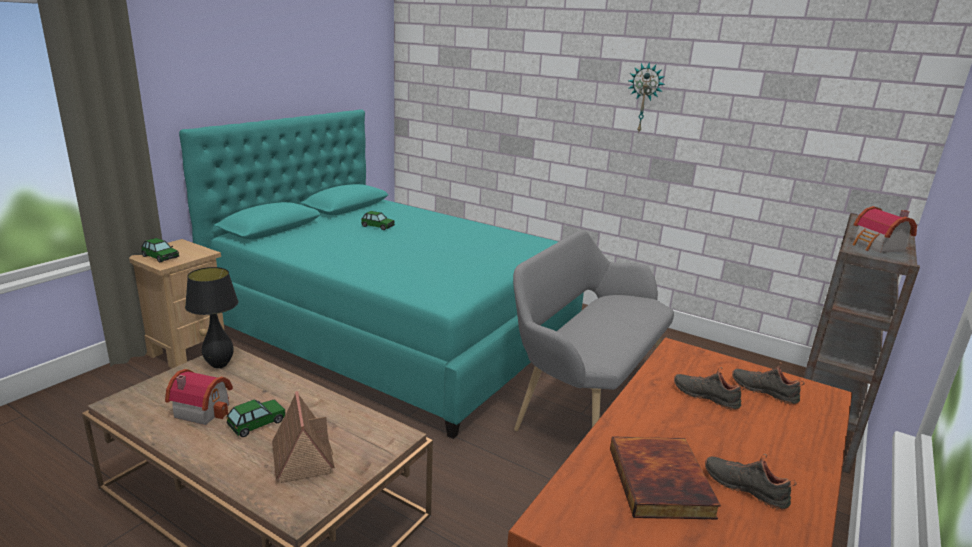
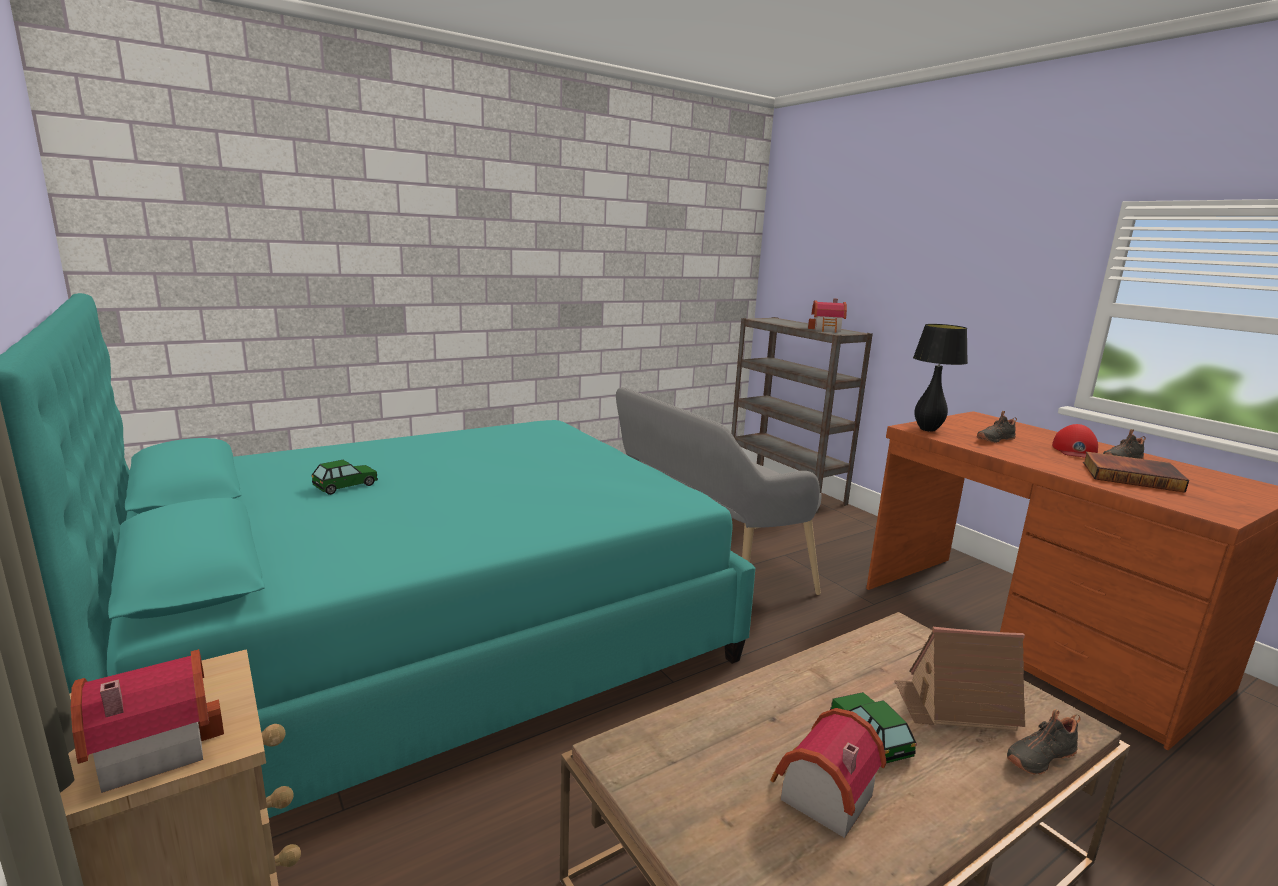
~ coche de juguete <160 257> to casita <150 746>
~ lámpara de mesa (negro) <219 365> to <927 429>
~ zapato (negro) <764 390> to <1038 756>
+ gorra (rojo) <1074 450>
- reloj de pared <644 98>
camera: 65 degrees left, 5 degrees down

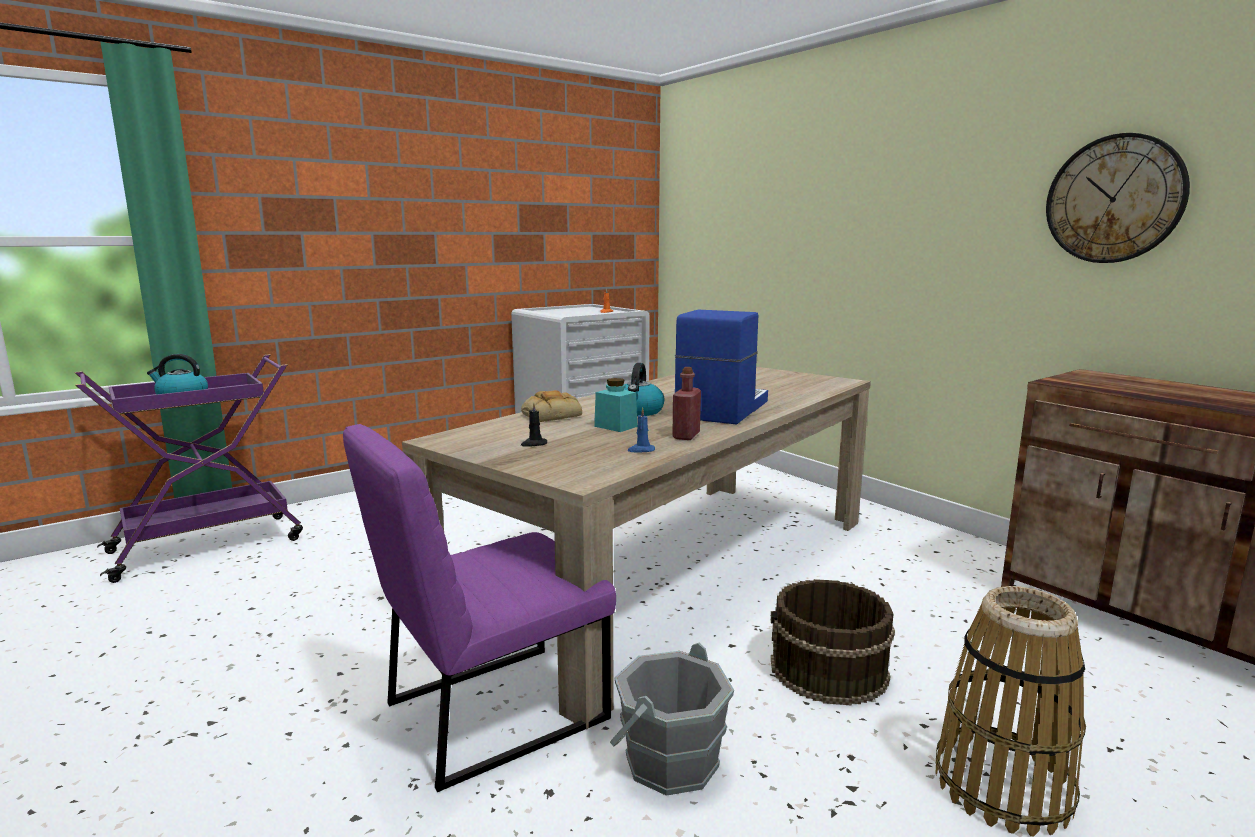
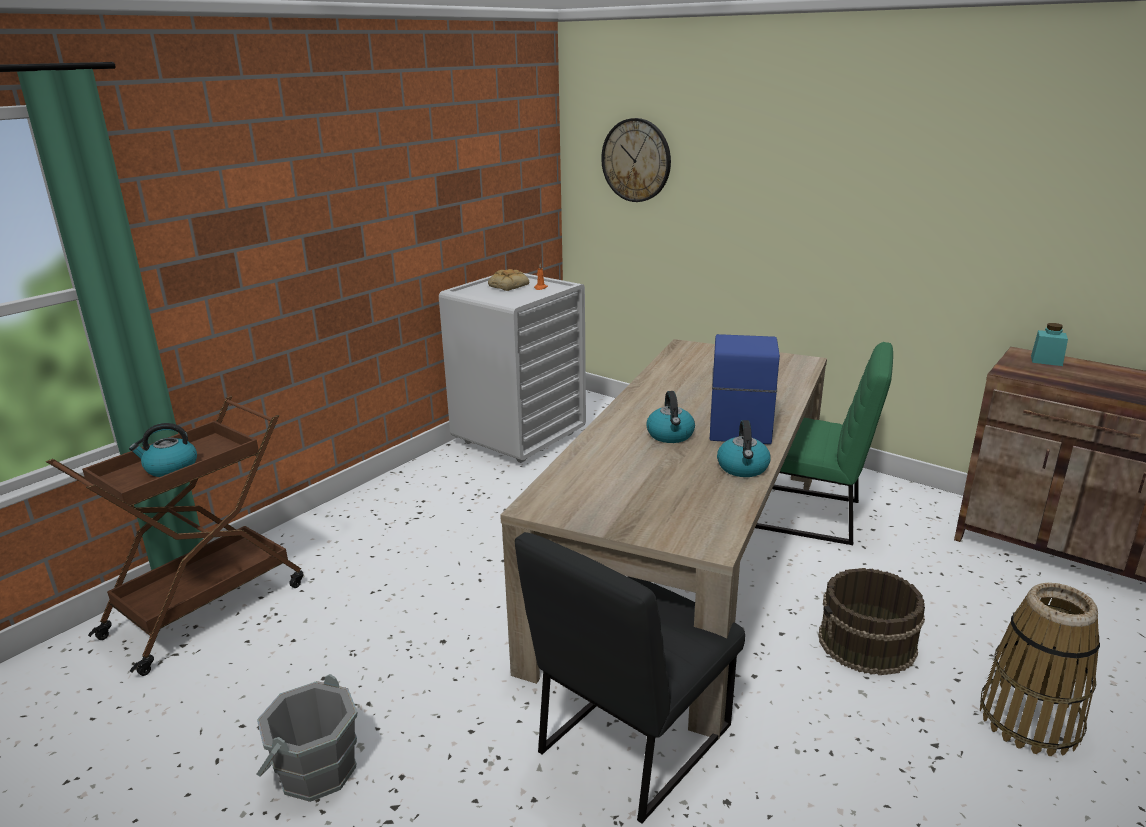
~ carrito (morado) <208 546> to carrito (marrón) <207 610>
~ cubo (gris) <669 760> to <316 770>
~ pan <552 415> to <508 285>
~ silla (morado) <490 712> to silla (negro) <631 741>
~ reloj de pared <1114 199> to <636 160>
~ botella (rojo) <686 436> to hervidor <743 468>
+ silla (verde) <805 514>
~ tarro (turquesa) <615 426> to <1046 360>
- vela (negro) <533 444>
- vela (azul) <641 450>
camera: 15 degrees left, 10 degrees up

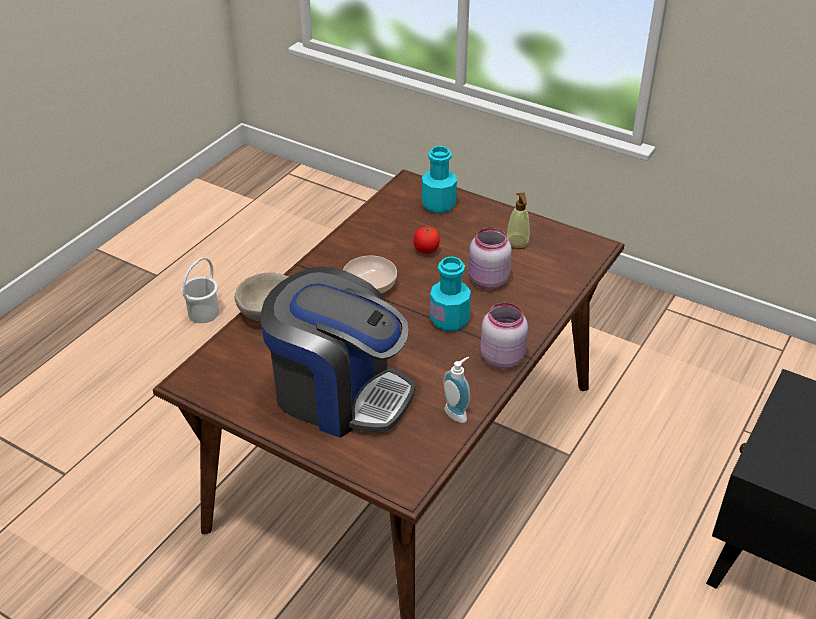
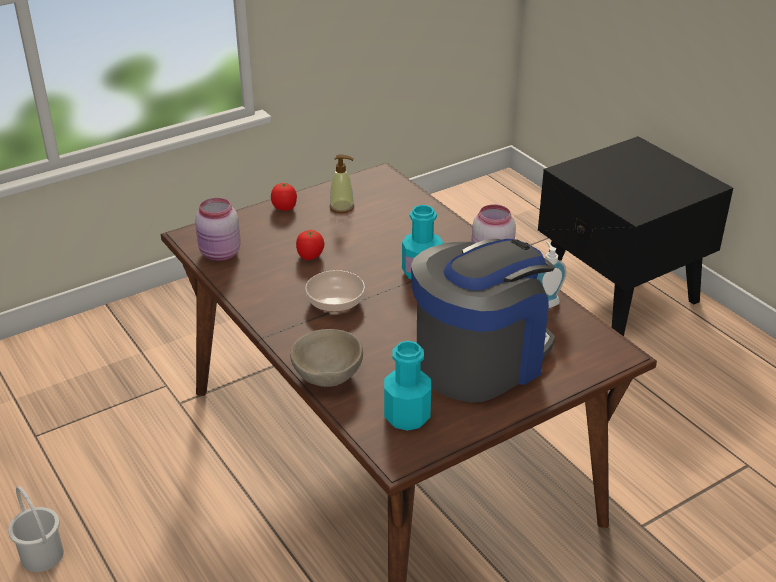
~ tarro (rosa) <487 281> to <220 254>
+ tomate <285 207>
~ botella (turquesa) <438 205> to <407 416>
camera: 65 degrees left, 5 degrees down

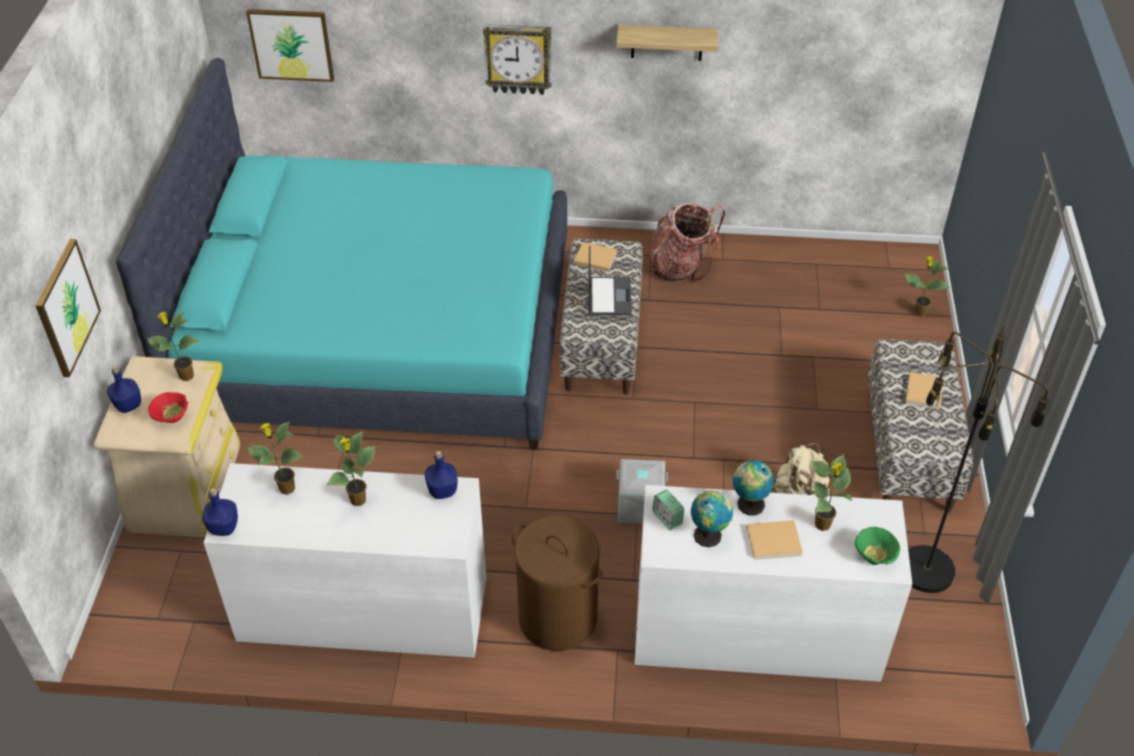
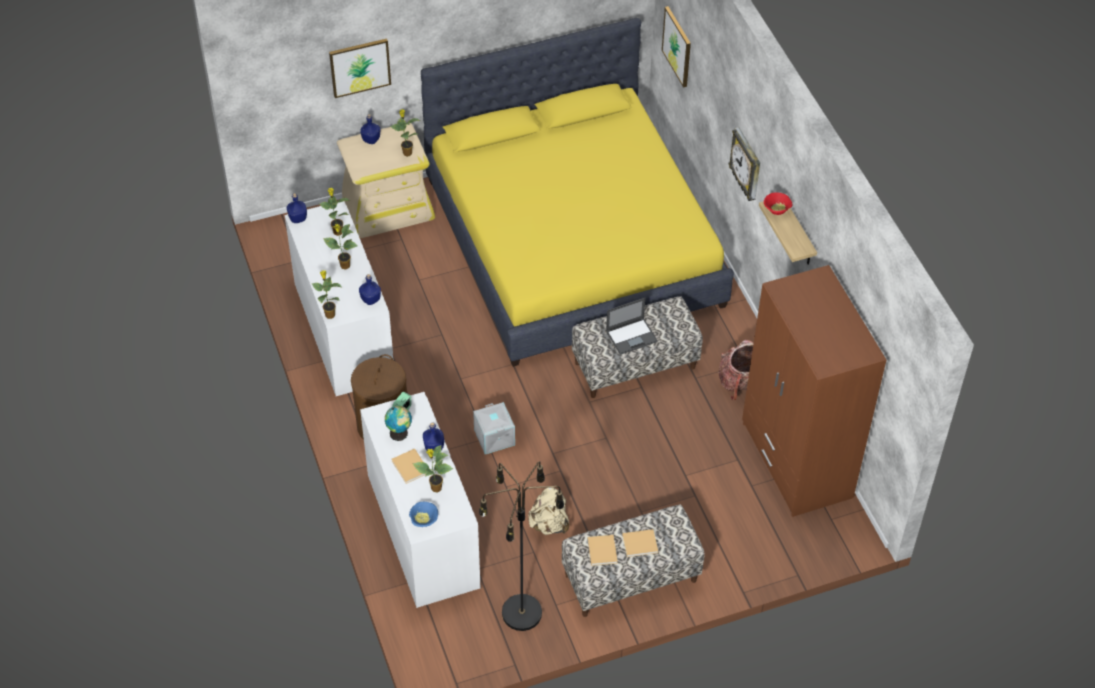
~ planta en maceta <919 313> to <329 314>
~ cuenco (verde) <875 555> to cuenco (azul) <424 520>
~ cama (turquesa) <379 329> to cama (amarillo) <573 241>
~ globo terráqueo <748 504> to botella (azul) <433 446>
~ libro (beis) <594 258> to <602 550>
+ armario ropero (marrón) <796 461>
~ cuenco (rojo) <171 416> to <777 209>
camera: 65 degrees right, 5 degrees up

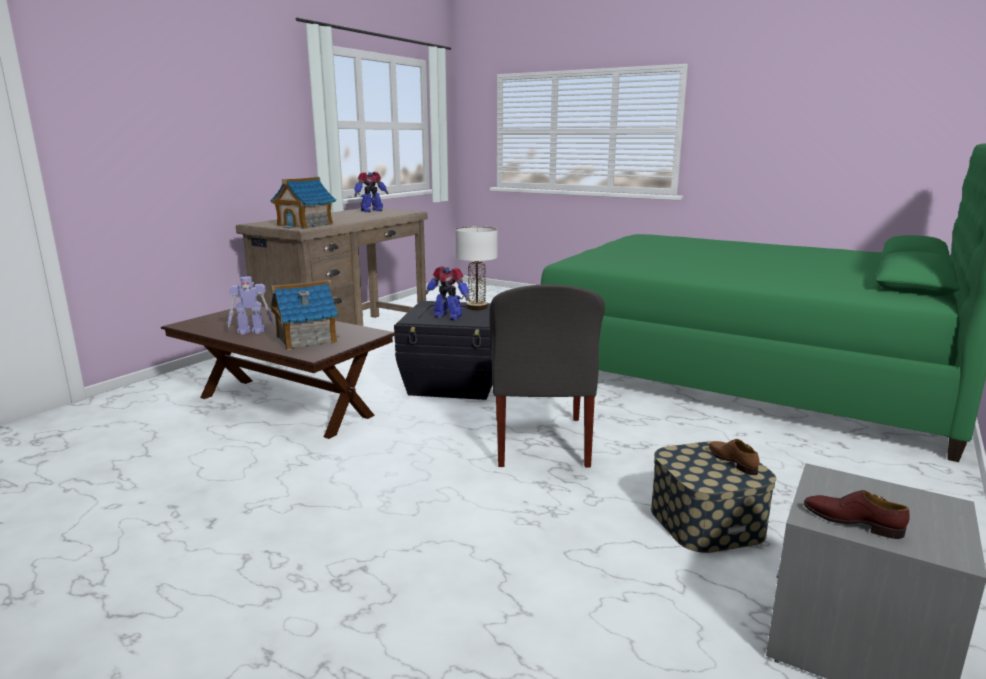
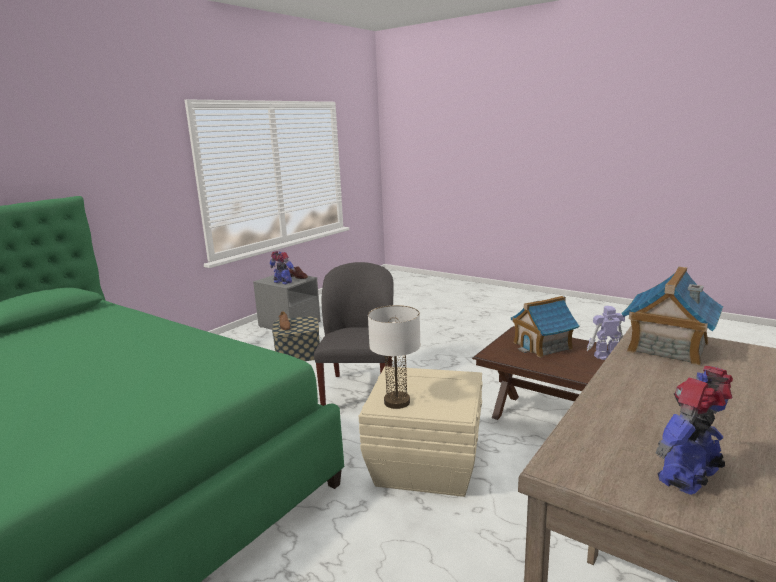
~ robot de juguete <448 316> to <282 282>
~ caja de almacenaje (negro) <455 383> to caja de almacenaje (beis) <425 463>
camera: 175 degrees left, 0 degrees up

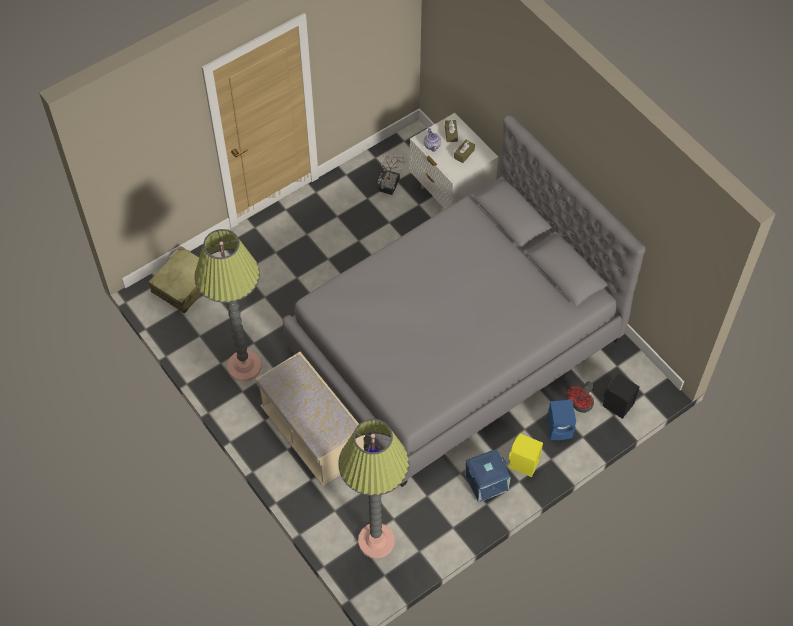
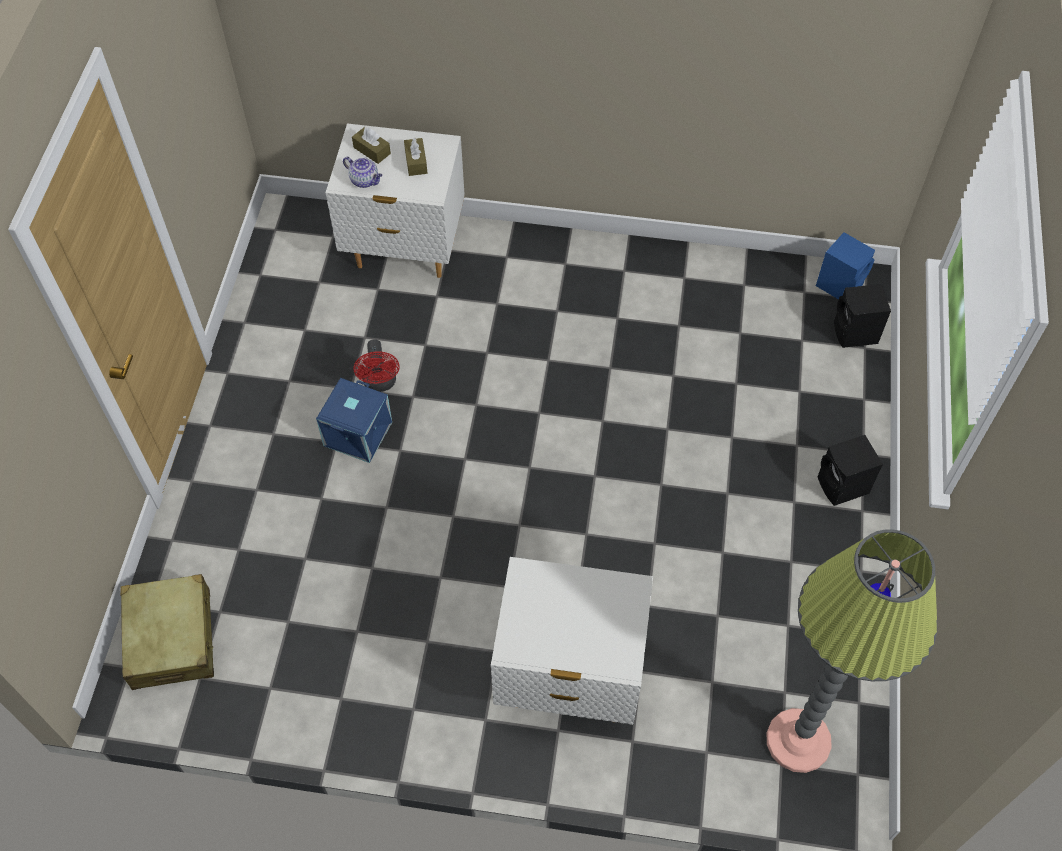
~ caja de almacenaje (azul) <486 483> to <358 434>
~ ventilador (rojo) <580 406> to <380 384>
~ banco (beis) <313 435> to mesita de noche (blanco) <569 680>
~ altavoz (azul) <560 428> to <840 284>
~ altavoz (amarillo) <523 464> to altavoz (negro) <843 487>
- lámpara de pie <244 366>
- cama (gris) <455 343>
- planta en maceta <390 182>
camera: 45 degrees left, 0 degrees up

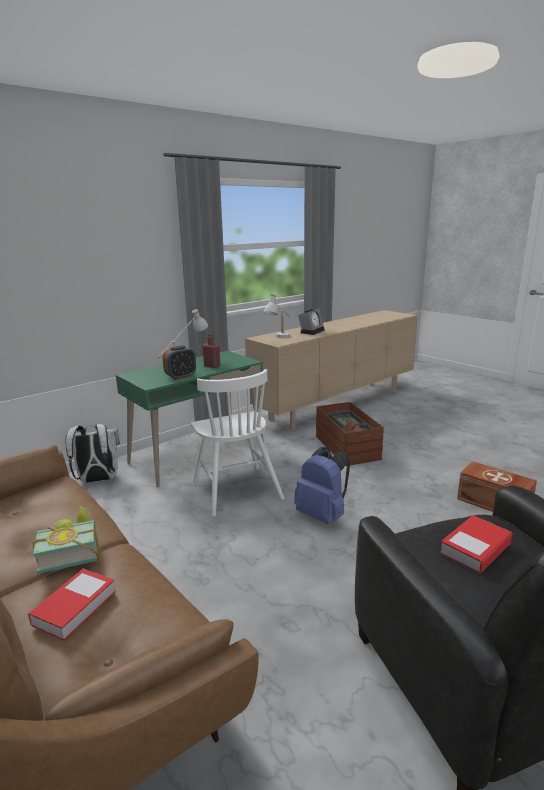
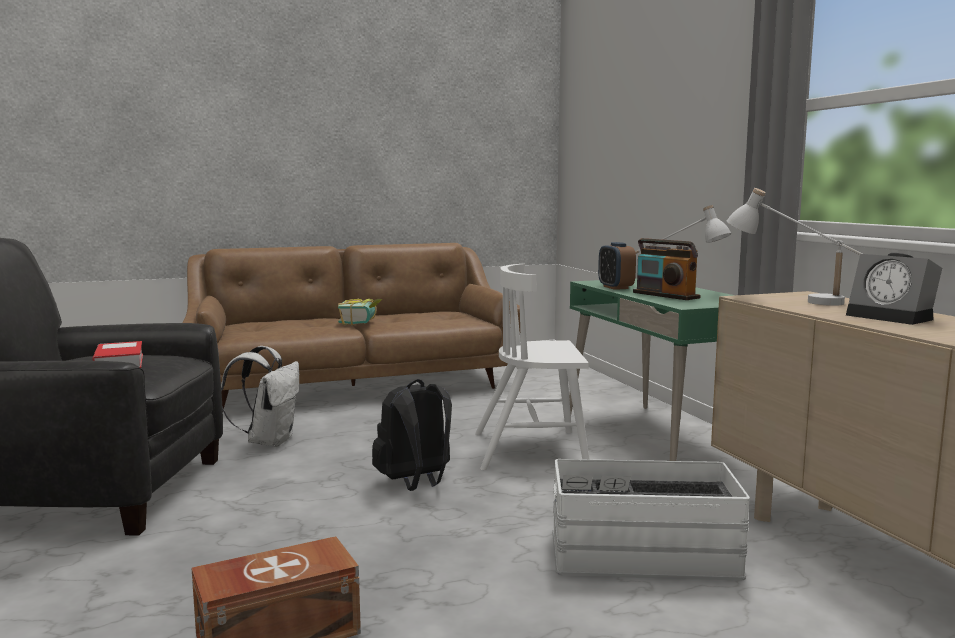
~ mochila (blanco) <97 480> to <269 441>
~ mochila (azul) <323 515> to mochila (negro) <415 483>
~ caja de almacenaje (marrón) <347 446> to caja de almacenaje (blanco) <642 554>
~ botella (rojo) <212 366> to radio <665 295>
- libro <75 608>
camera: 110 degrees right, 10 degrees down

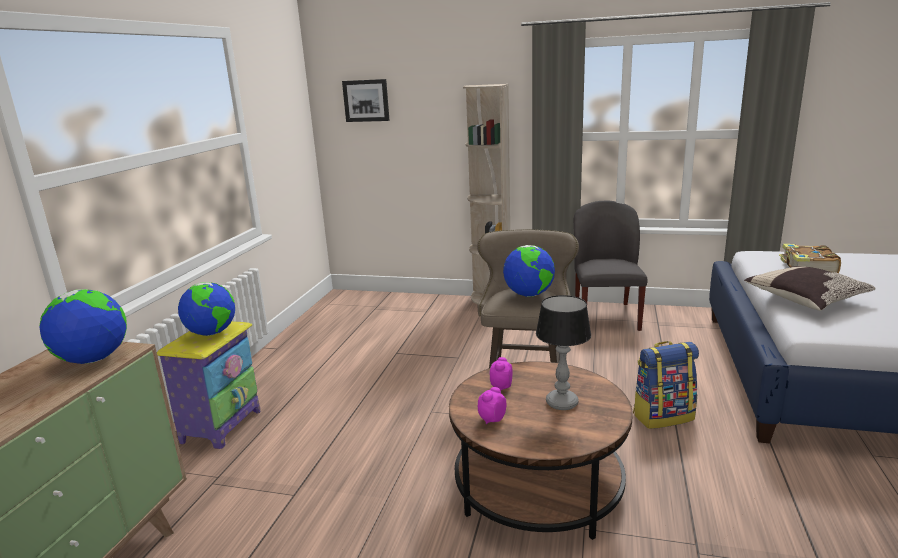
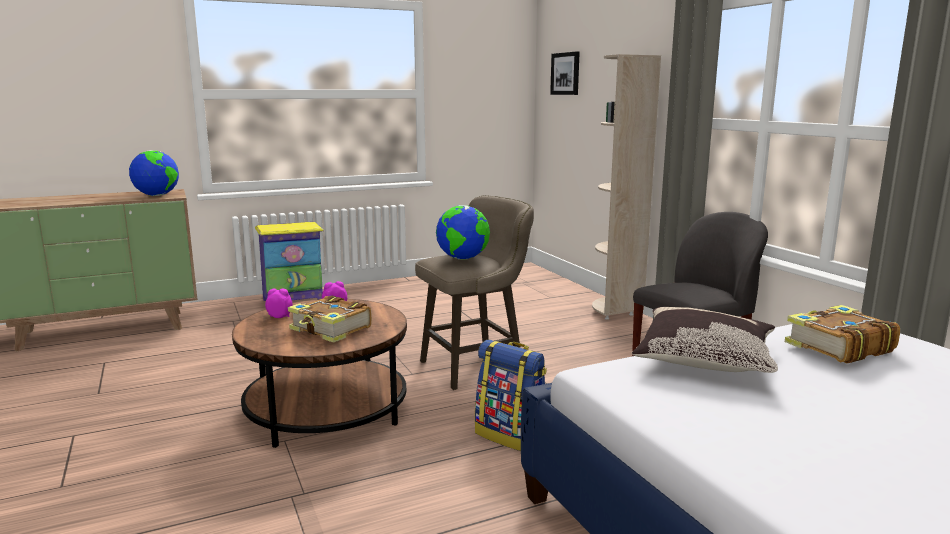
~ lámpara de mesa <562 402> to libro <331 329>
- globo terráqueo <212 333>
camera: 50 degrees right, 5 degrees down

